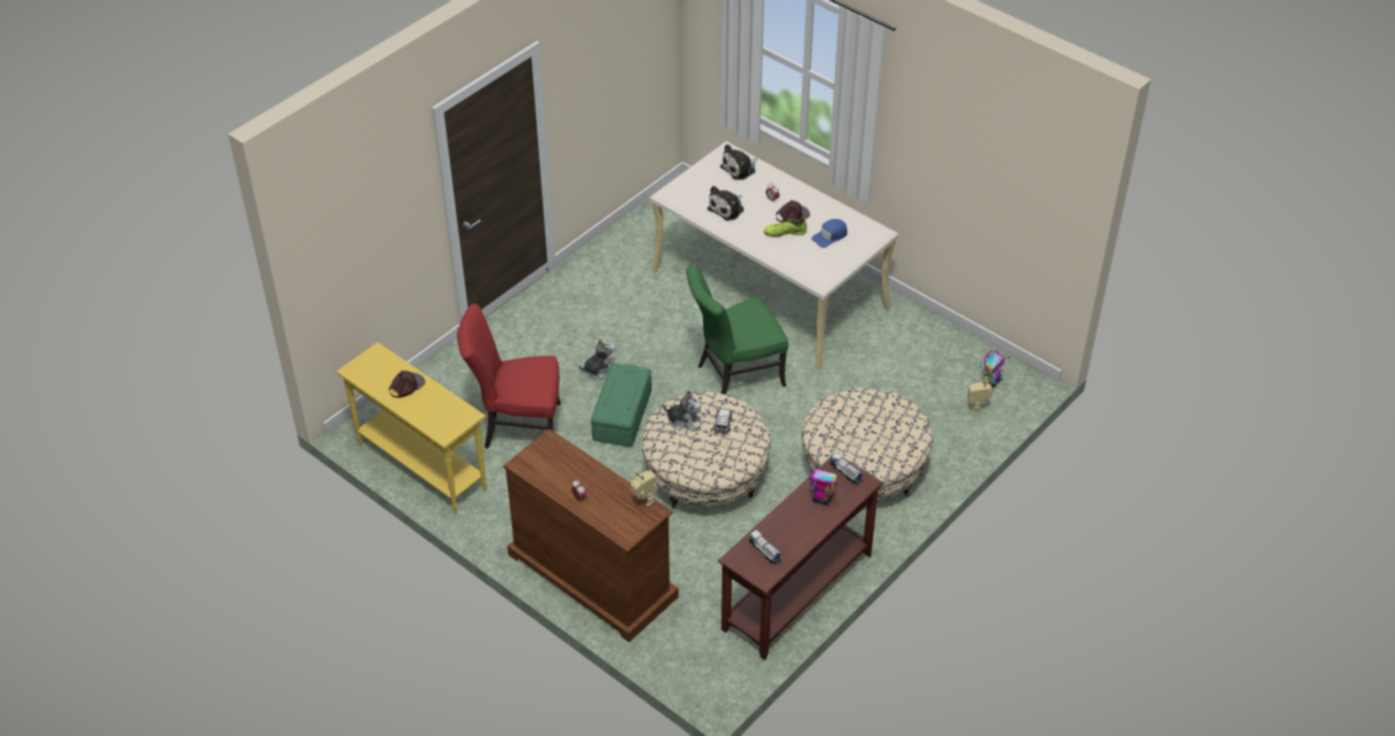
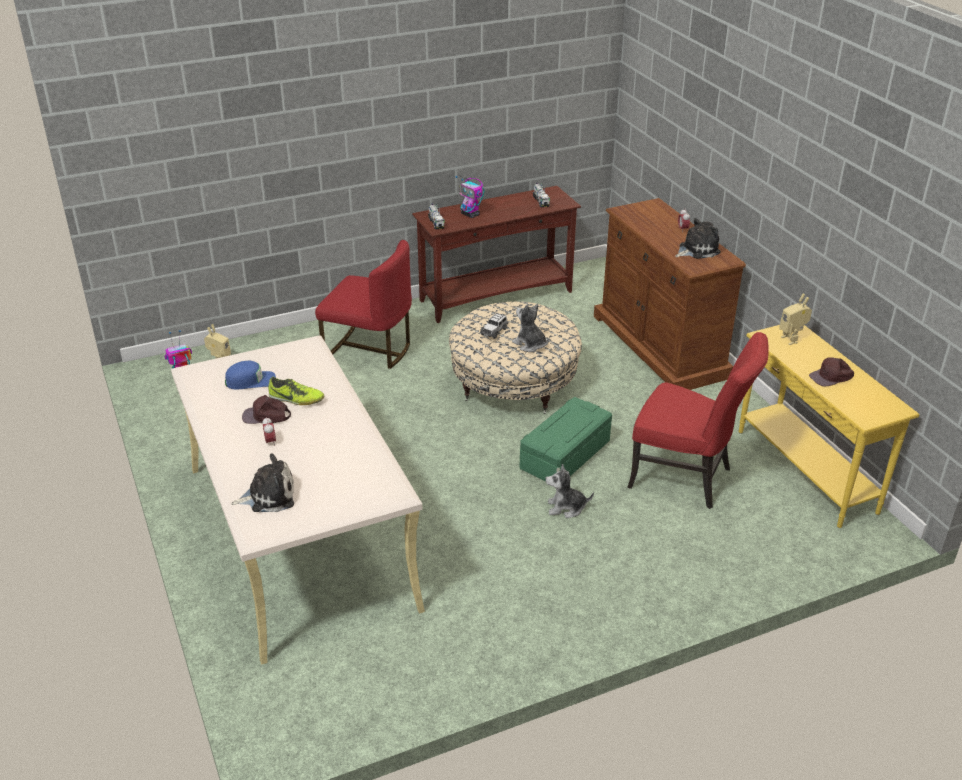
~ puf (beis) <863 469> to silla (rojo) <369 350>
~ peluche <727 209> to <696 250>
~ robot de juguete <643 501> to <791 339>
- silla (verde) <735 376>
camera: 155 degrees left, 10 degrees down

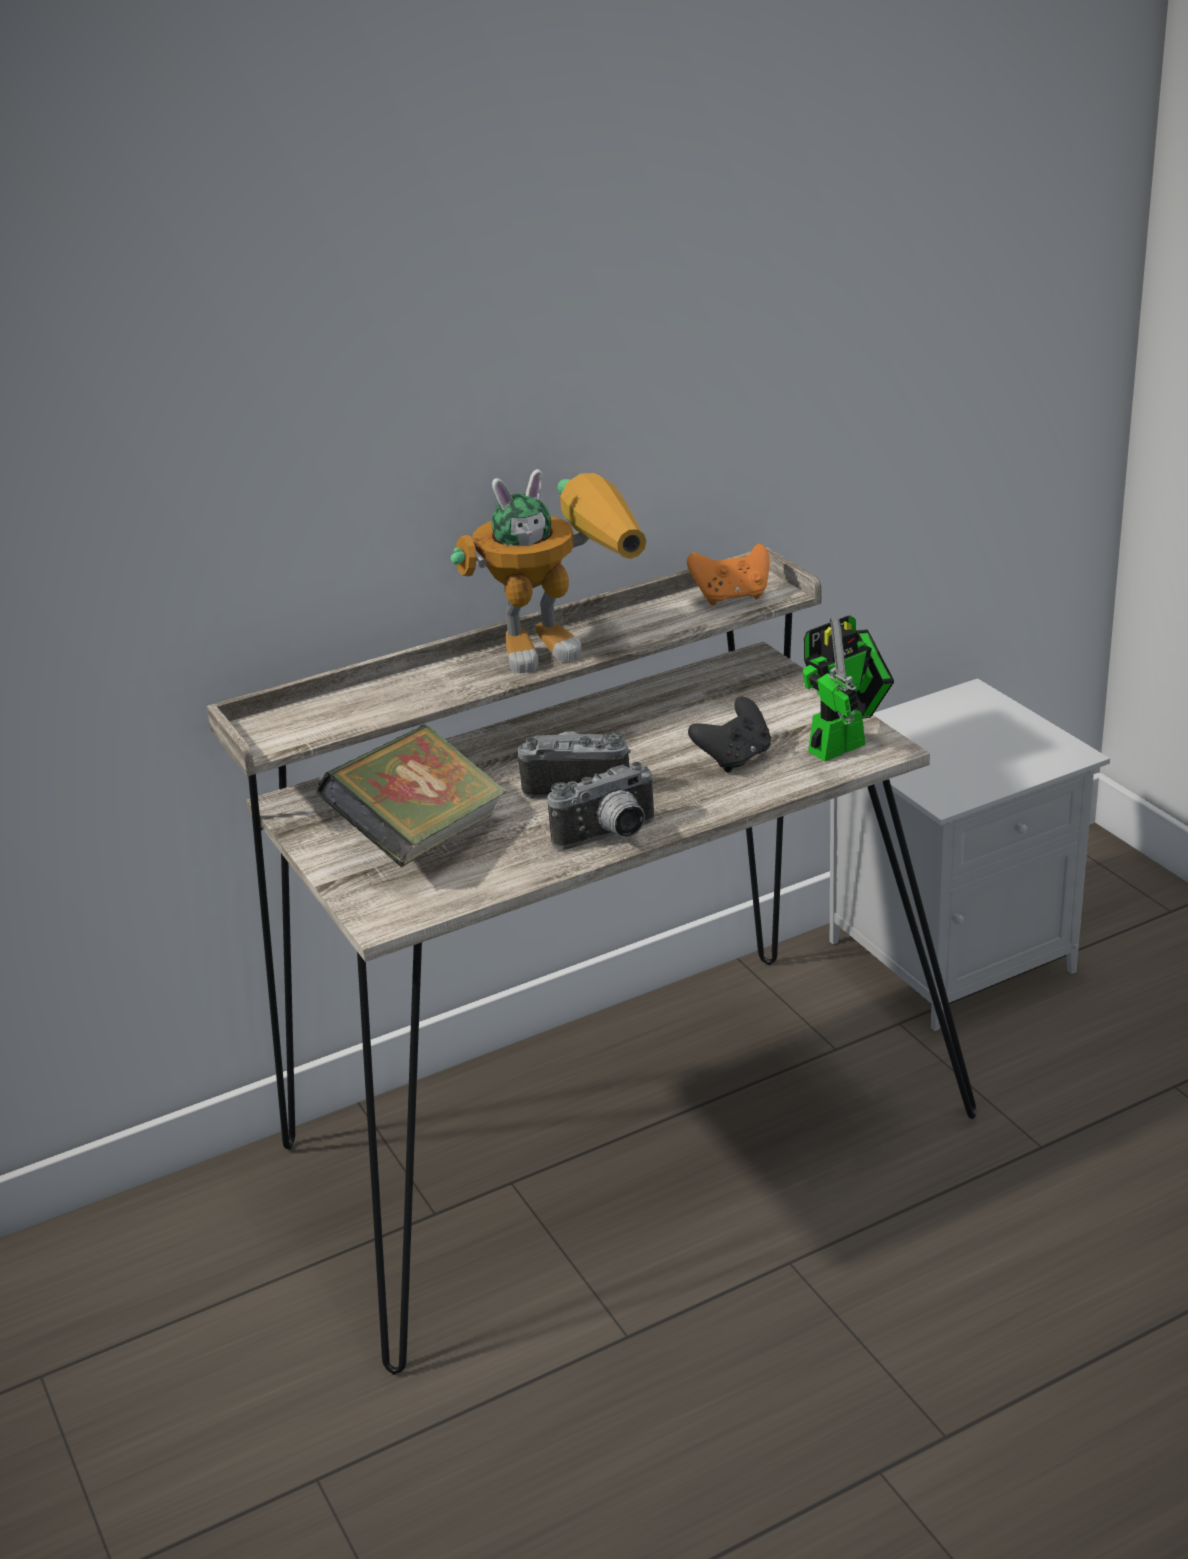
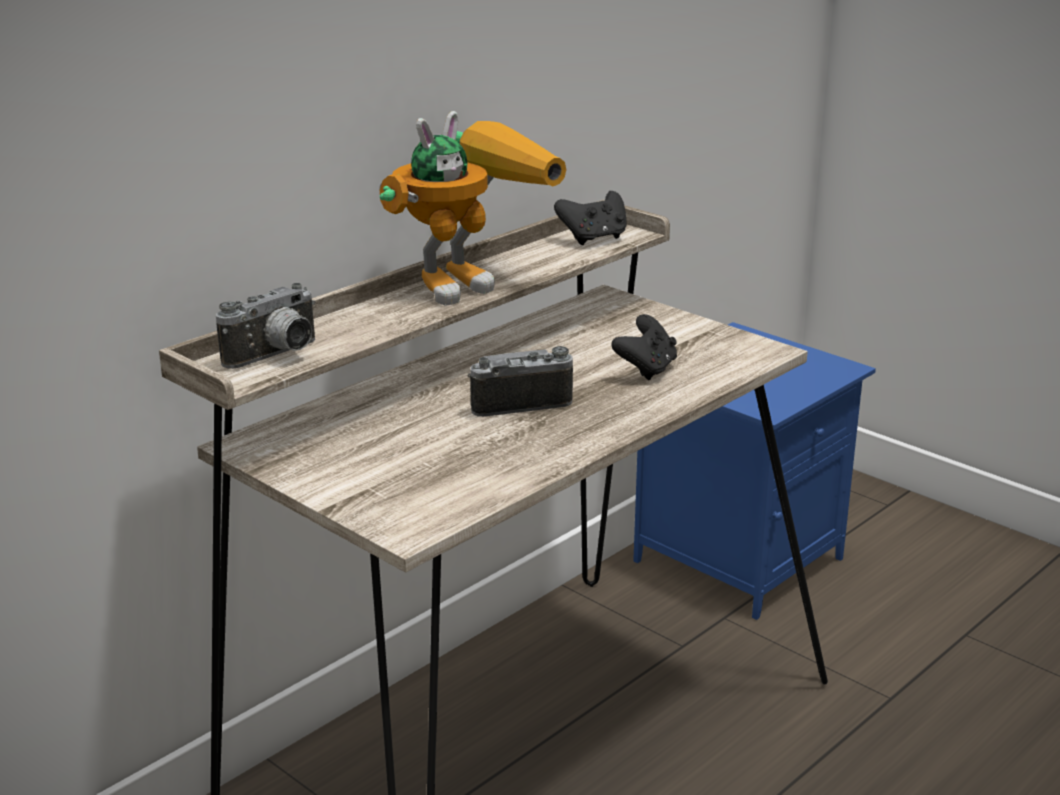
~ cámara <610 838> to <277 356>
~ mando de consola (naranja) <732 597> to mando de consola (negro) <594 238>
~ mesita de noche (gris) <951 952> to mesita de noche (azul) <737 557>
- libro <419 840>
- robot de juguete <844 745>
camera: 20 degrees left, 5 degrees down

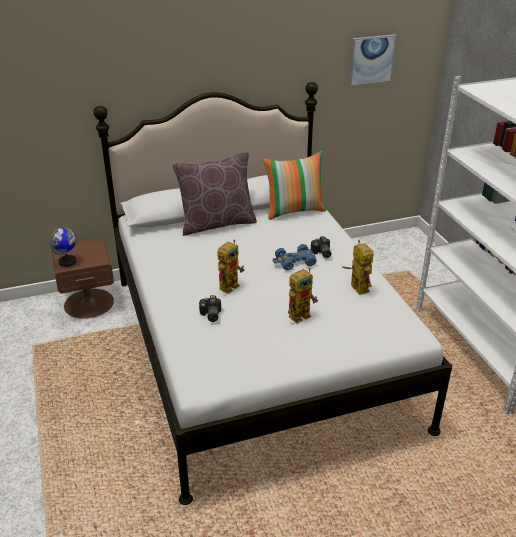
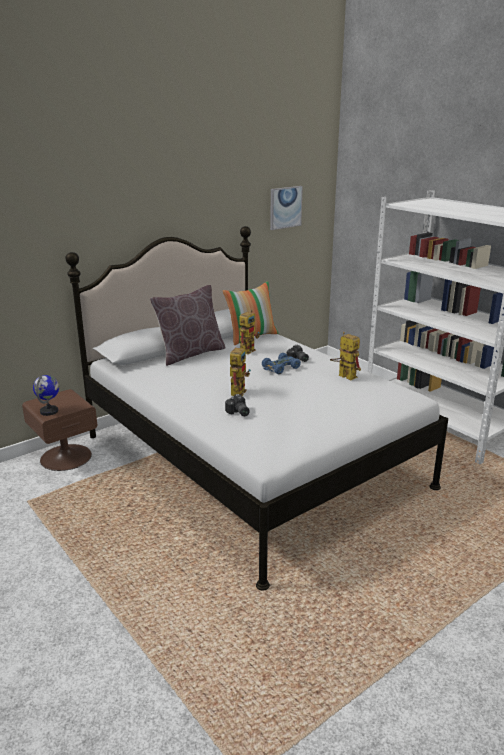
~ robot de juguete <302 313> to <248 349>
camera: 20 degrees left, 10 degrees down

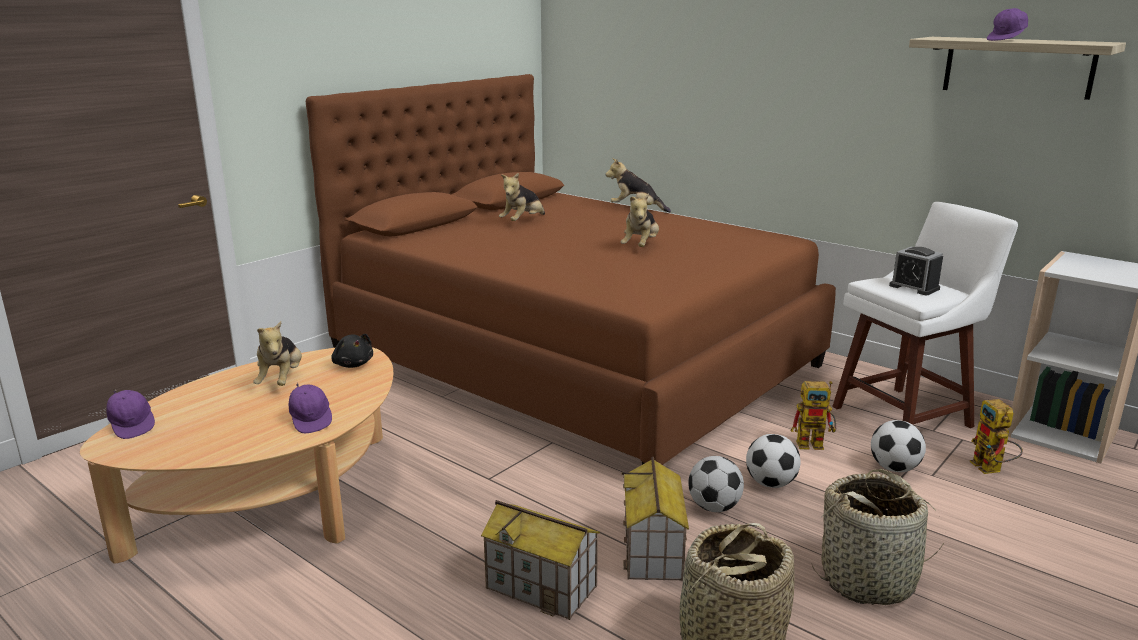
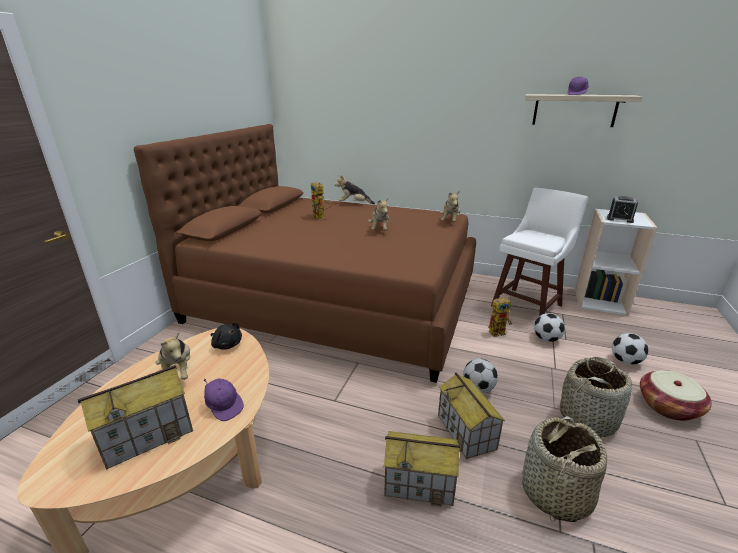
+ casita <148 433>
~ robot de juguete <991 470> to <320 217>
~ peluche <523 222> to <450 221>
~ despertador <914 287> to <620 219>
~ balón de fútbol <771 483> to <625 361>
+ cesta <668 406>
- gorra (morado) <132 426>
camera: 20 degrees left, 5 degrees up

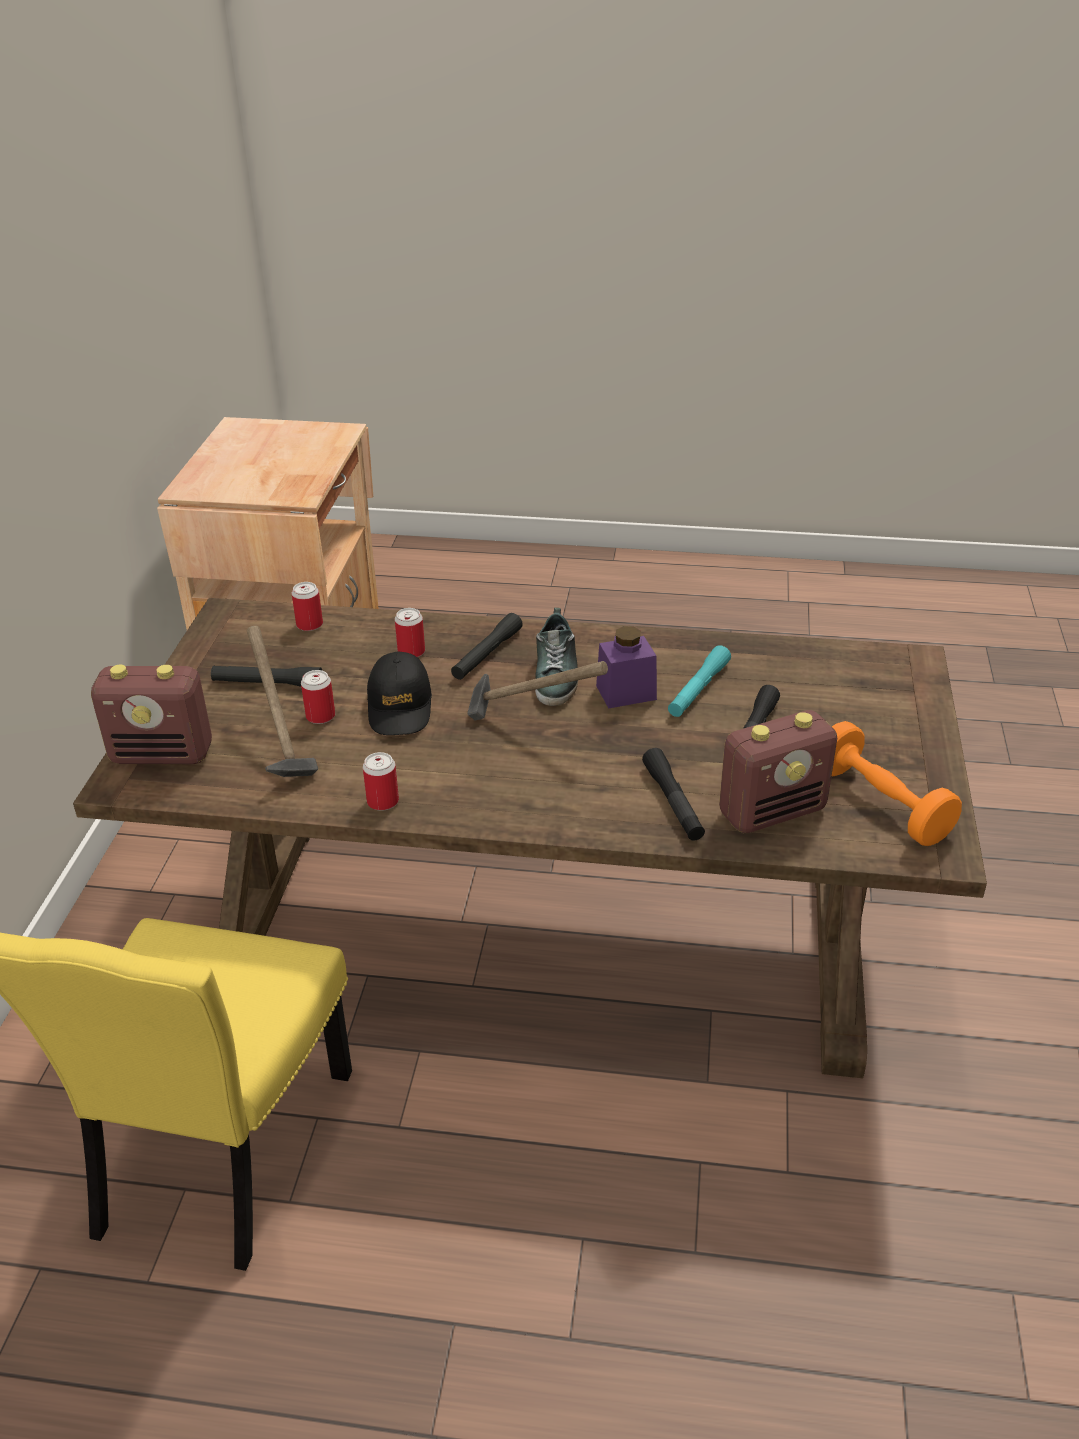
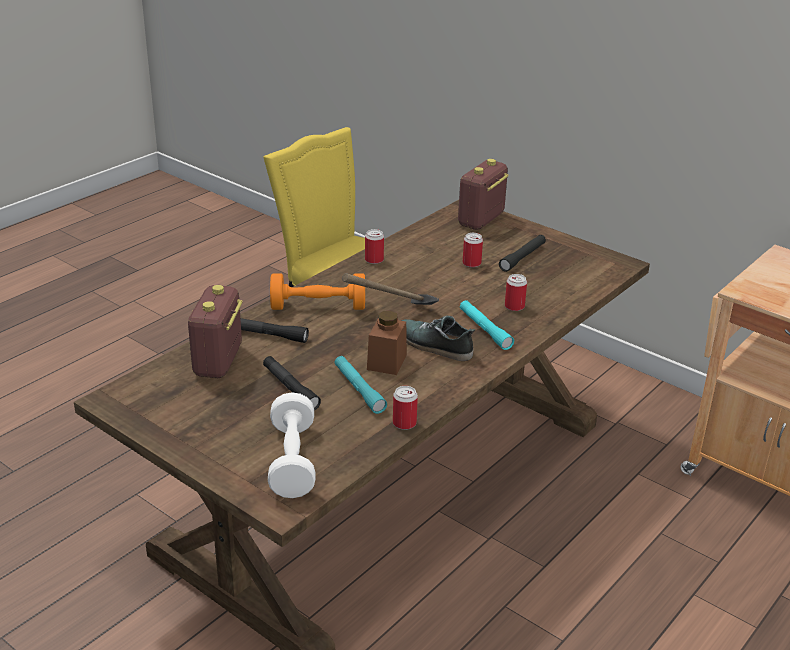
+ mancuerna (blanco) <292 461>
~ mancuerna (naranja) <881 804> to <318 307>
~ tarro (morado) <626 692> to tarro (marrón) <386 362>
~ lata <309 625> to <404 423>
~ linterna (negro) <487 654> to linterna (turquesa) <484 330>
- martillo <280 747>
- gorra (negro) <400 706>
camera: 120 degrees right, 5 degrees down

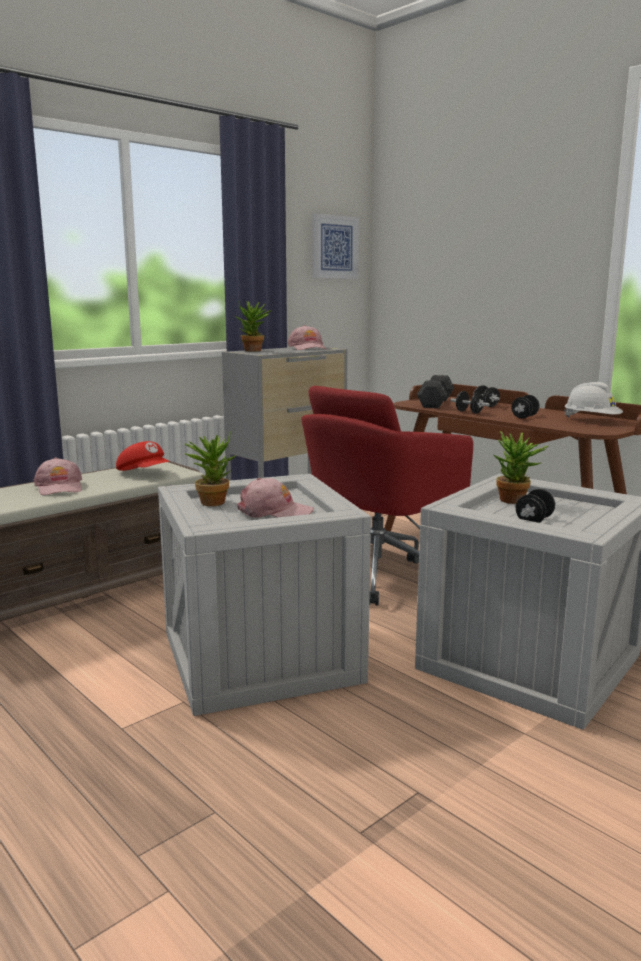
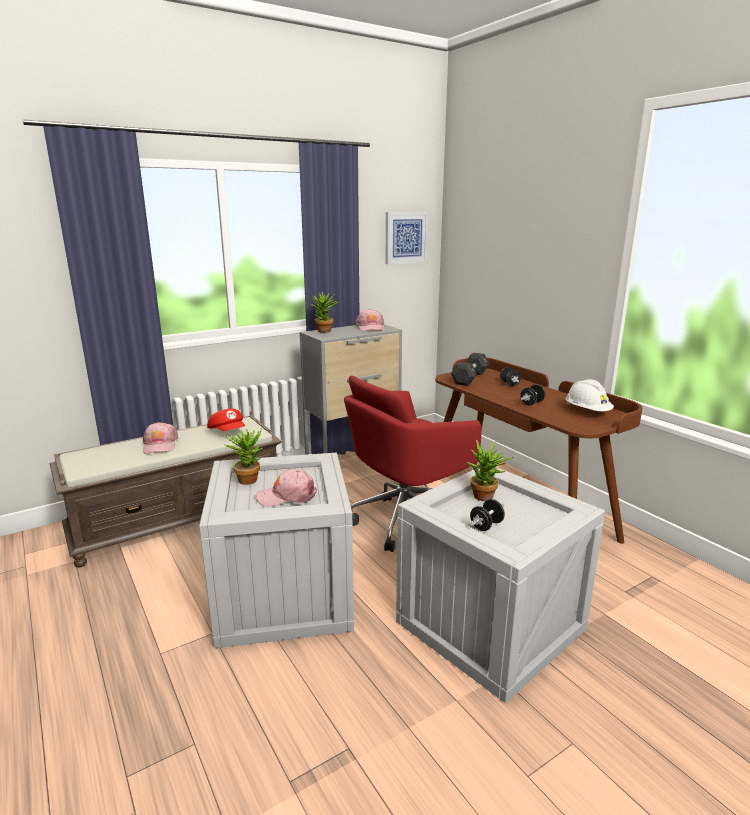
~ gorra (rosa) <274 512> = <287 496> 150 degrees clockwise
- mancuerna (negro) <469 412>
camera: 10 degrees right, 5 degrees up

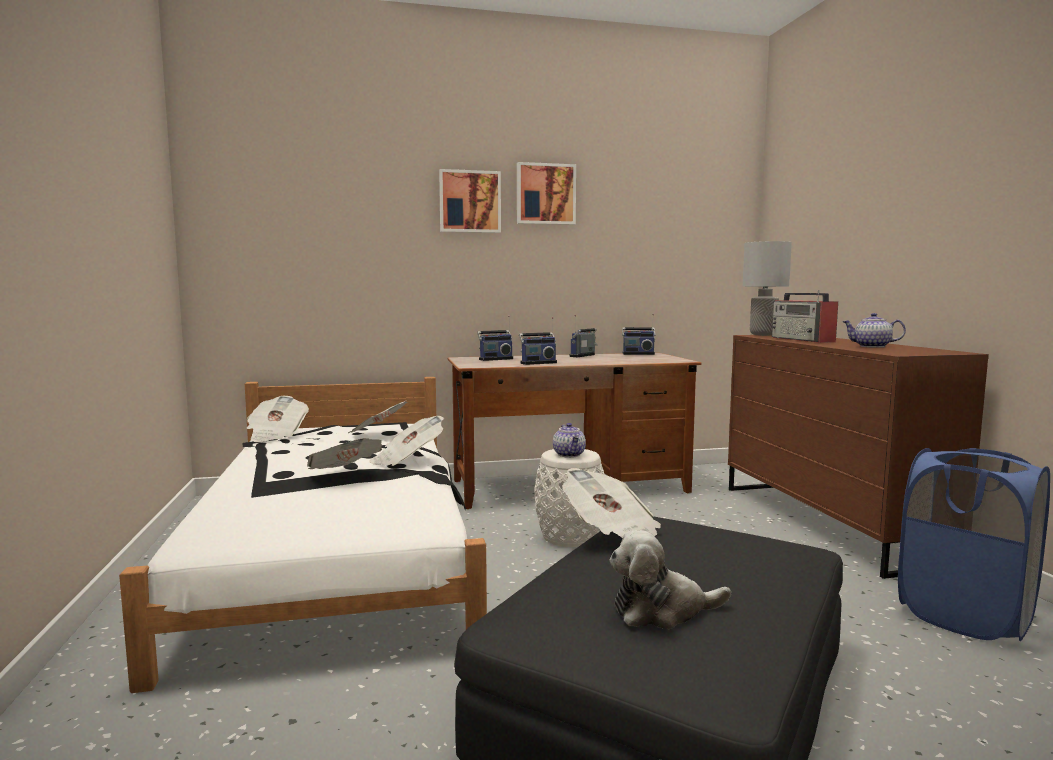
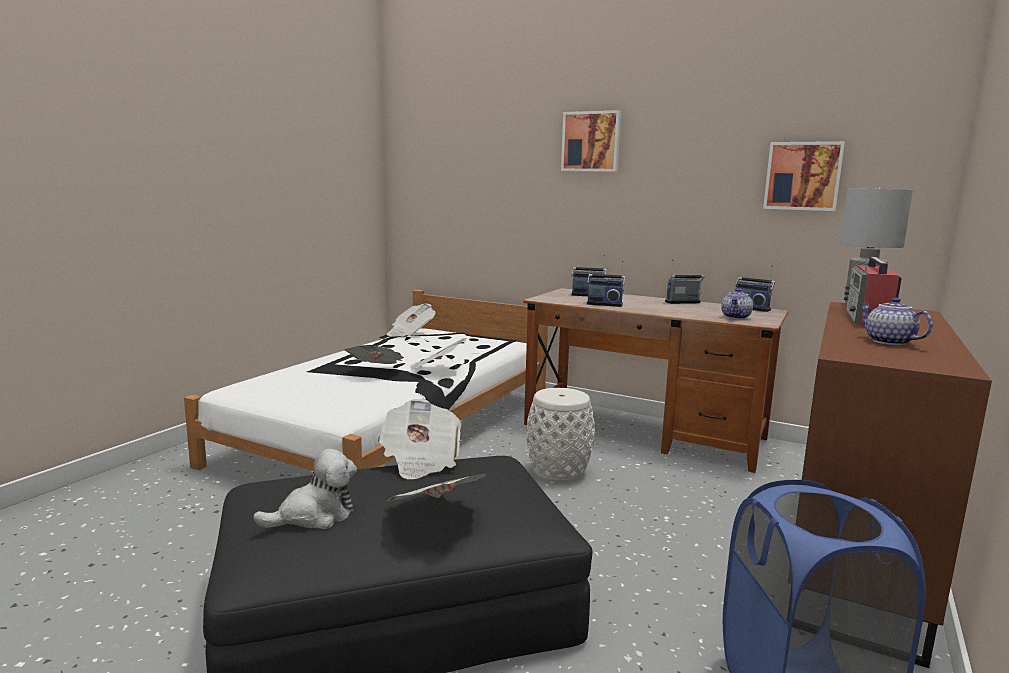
~ peluche <662 610> = <314 516> 120 degrees clockwise
~ periódico <378 433> to <435 513>
~ tetera <570 455> to <736 317>
~ cuadro <545 194> to <803 176>
camera: 40 degrees right, 5 degrees up

